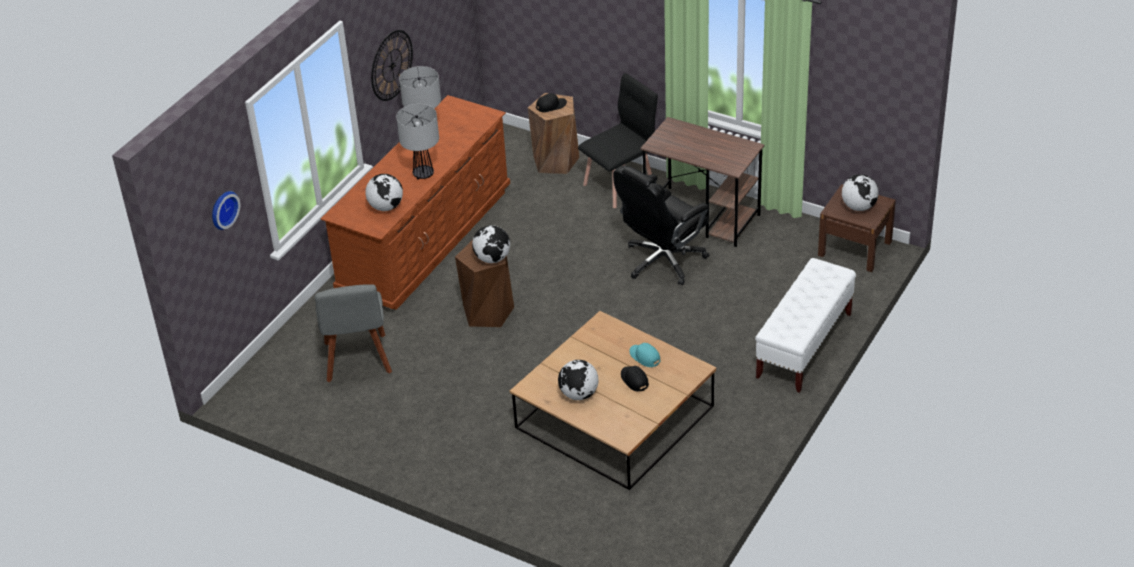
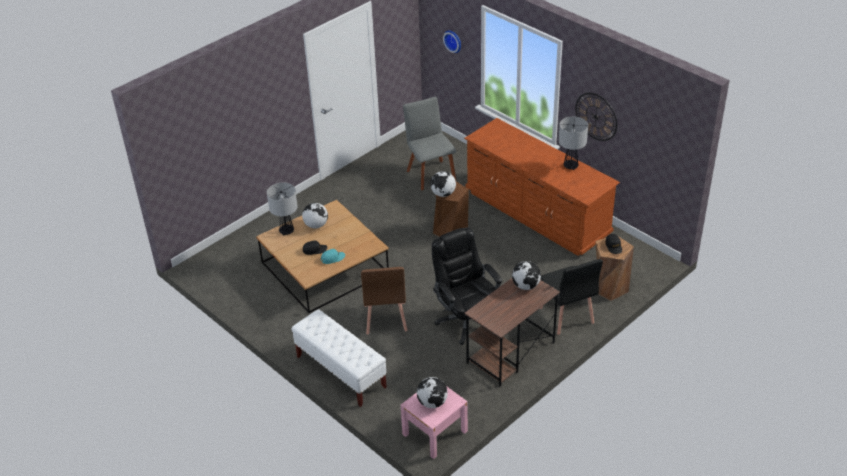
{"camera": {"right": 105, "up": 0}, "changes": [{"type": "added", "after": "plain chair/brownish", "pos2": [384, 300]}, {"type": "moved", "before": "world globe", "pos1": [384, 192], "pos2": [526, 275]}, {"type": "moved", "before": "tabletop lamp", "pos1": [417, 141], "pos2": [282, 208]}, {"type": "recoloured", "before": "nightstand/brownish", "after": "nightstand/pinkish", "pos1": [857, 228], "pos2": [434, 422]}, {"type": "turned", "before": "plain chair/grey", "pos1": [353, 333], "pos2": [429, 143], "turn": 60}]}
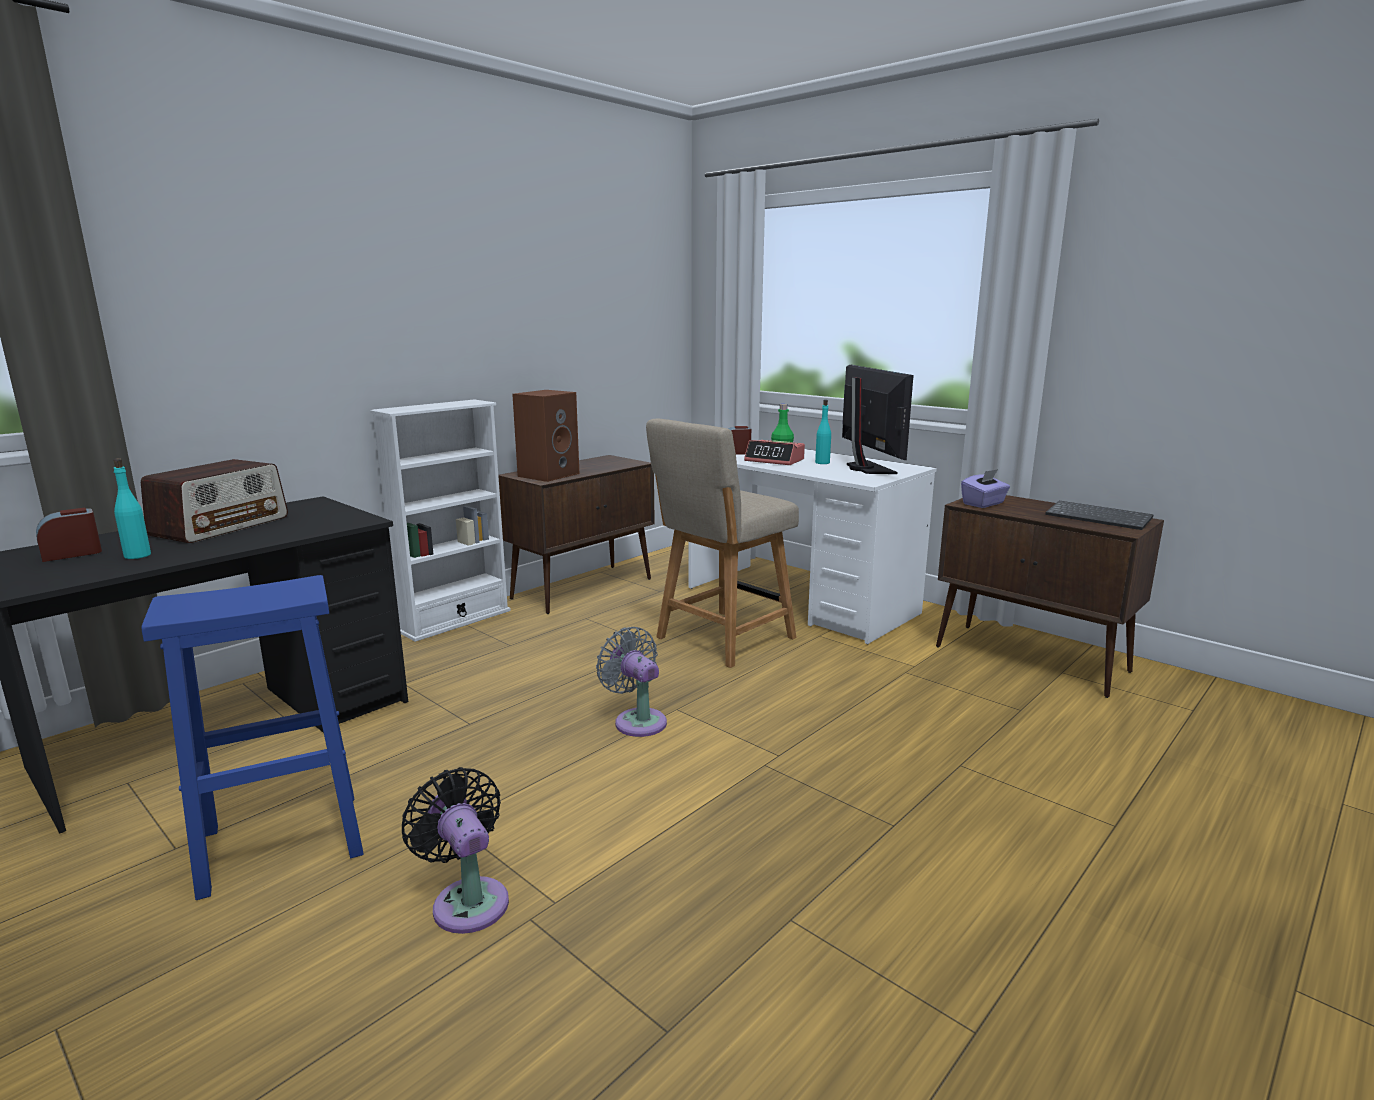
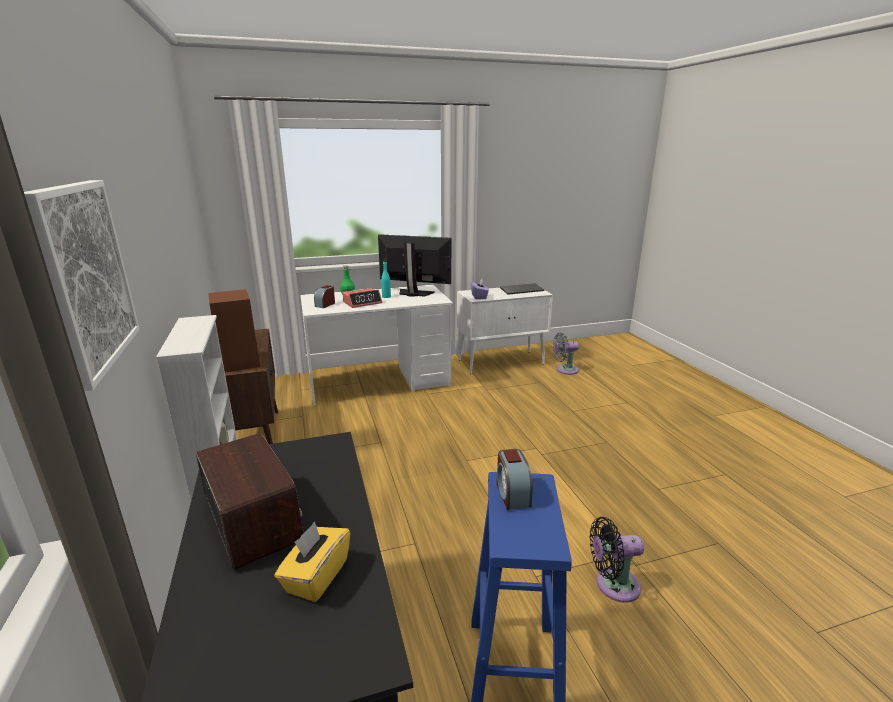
{"camera": {"right": -60, "up": 5}, "changes": [{"type": "removed", "before": "plain chair/beige-coloured", "pos1": [722, 543]}, {"type": "added", "after": "wall picture", "pos2": [82, 285]}, {"type": "moved", "before": "bedside clock", "pos1": [69, 535], "pos2": [515, 479]}, {"type": "moved", "before": "cooling fan/grey", "pos1": [631, 682], "pos2": [566, 353]}, {"type": "replaced", "before": "drink bottle/turquoise-coloured", "after": "tissue holder/yellow-coloured", "pos1": [132, 508], "pos2": [312, 562]}, {"type": "recoloured", "before": "cupboard/brownish", "after": "cupboard/whitish", "pos1": [1050, 596], "pos2": [505, 331]}]}
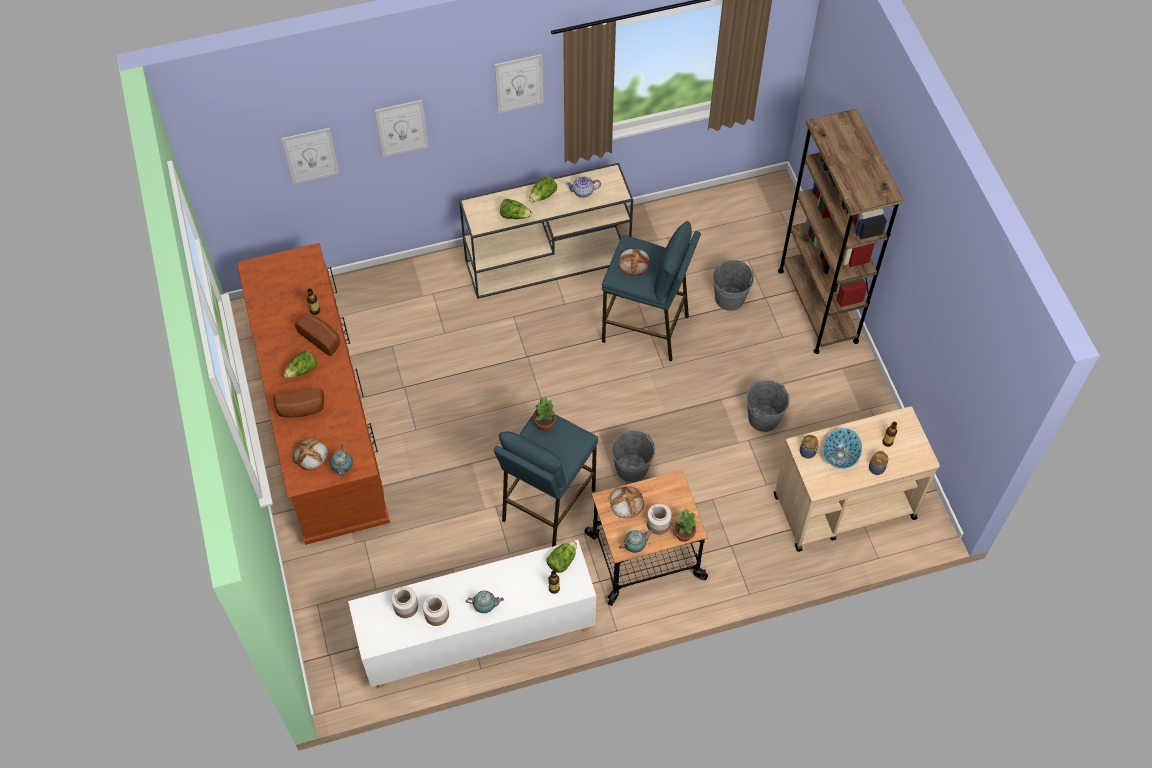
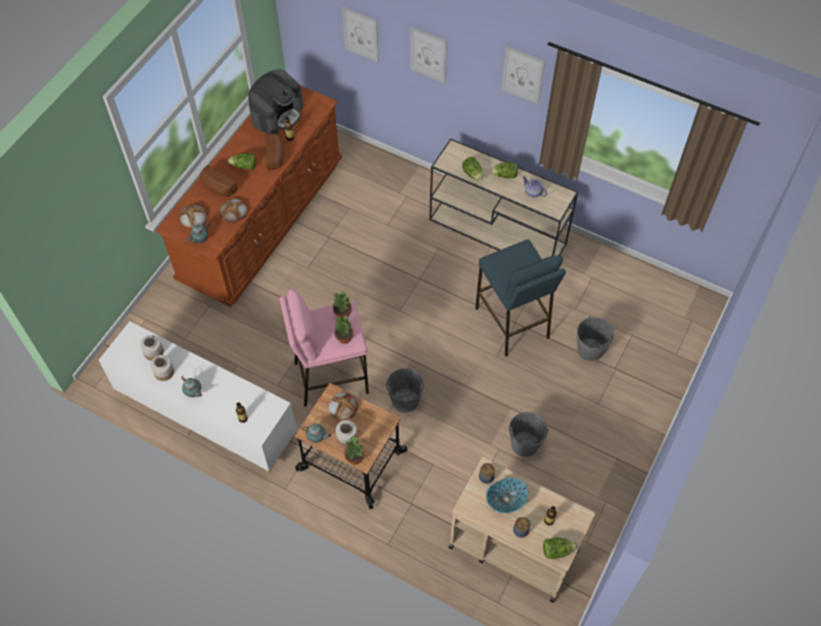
{"camera": {"right": 45, "up": 0}, "changes": [{"type": "removed", "before": "shelving unit/brownish", "pos1": [841, 231]}, {"type": "added", "after": "coffee brewer", "pos2": [275, 101]}, {"type": "added", "after": "houseplant", "pos2": [344, 330]}, {"type": "moved", "before": "lettuce head", "pos1": [561, 557], "pos2": [560, 548]}, {"type": "moved", "before": "bread", "pos1": [634, 262], "pos2": [234, 211]}, {"type": "recoloured", "before": "stool seat/blue", "after": "stool seat/pinkish", "pos1": [546, 478], "pos2": [324, 348]}]}
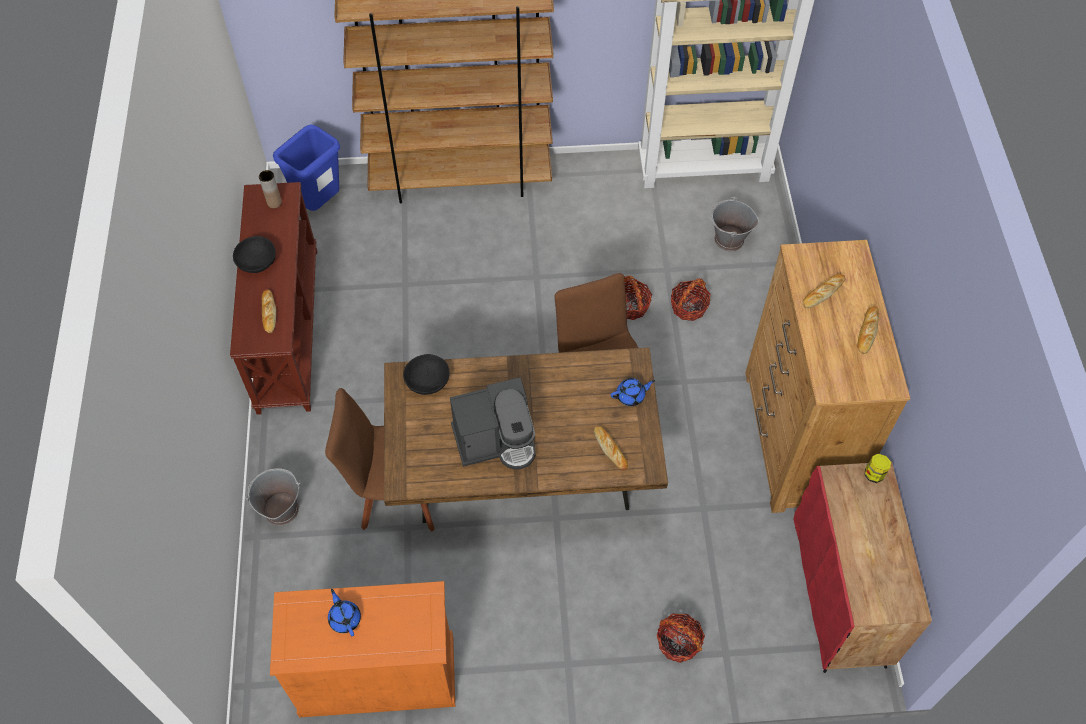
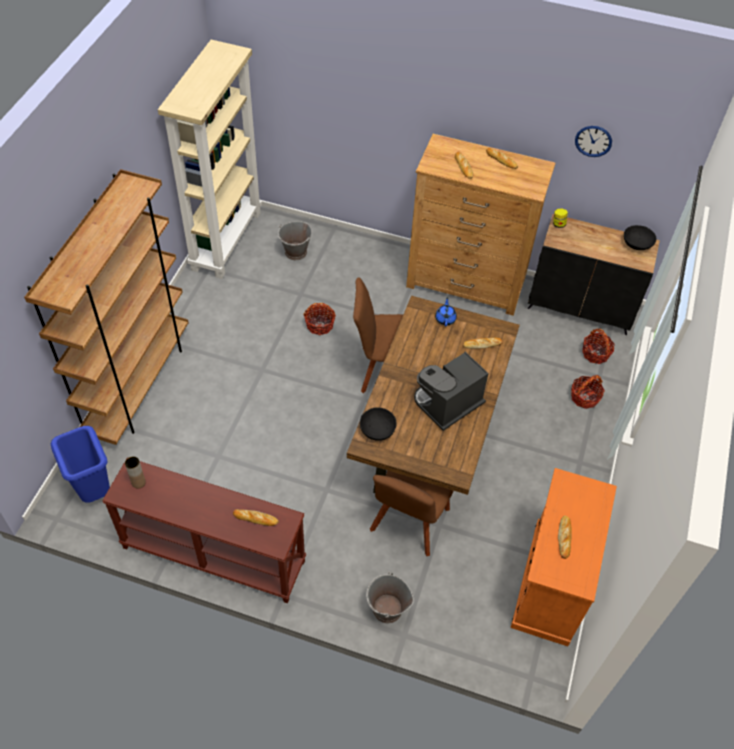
{"camera": {"right": -70, "up": -5}, "changes": [{"type": "added", "after": "hanging clock", "pos2": [593, 141]}, {"type": "moved", "before": "bowl/blackish", "pos1": [254, 254], "pos2": [640, 237]}, {"type": "moved", "before": "storage basket", "pos1": [691, 299], "pos2": [598, 346]}, {"type": "replaced", "before": "pot for tea/blue", "after": "bread", "pos1": [344, 612], "pos2": [565, 537]}, {"type": "recoloured", "before": "cupboard/red", "after": "cupboard/blackish", "pos1": [862, 567], "pos2": [594, 274]}, {"type": "turned", "before": "coffee brewer", "pos1": [493, 423], "pos2": [451, 391], "turn": -135}]}
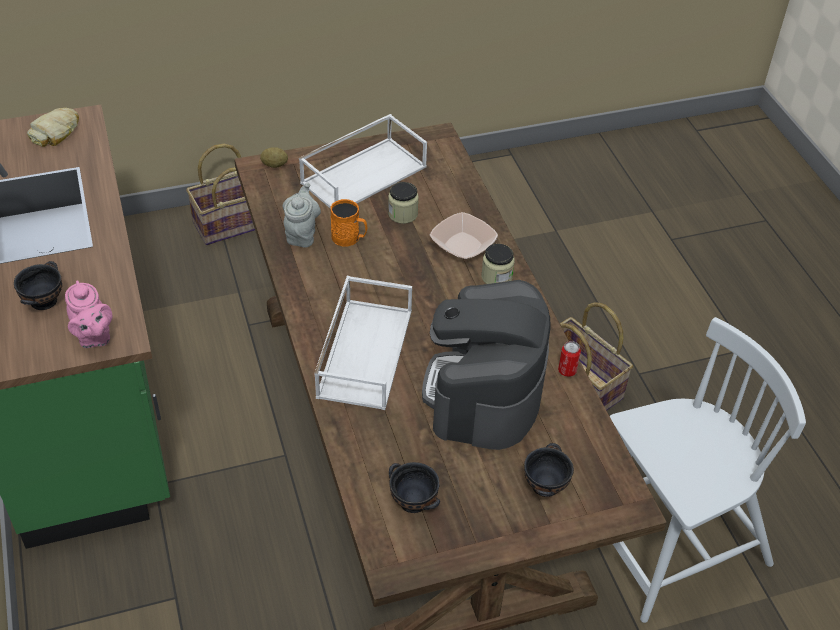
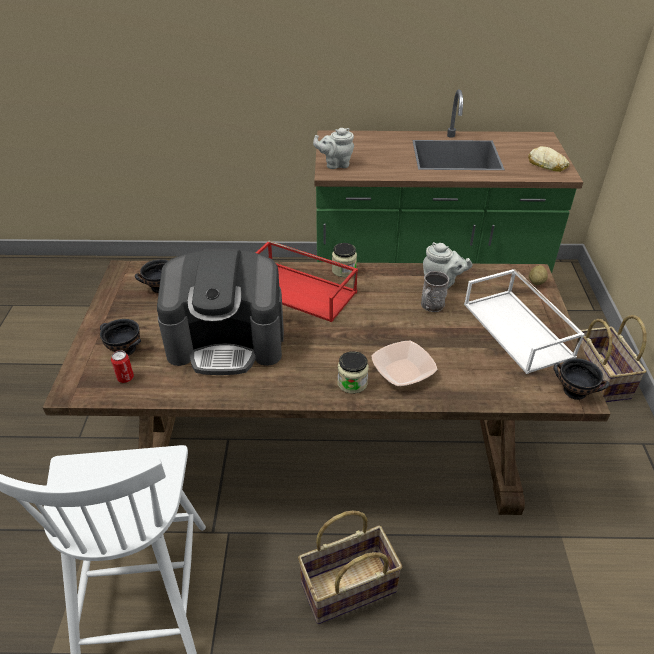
{"camera": {"right": 110, "up": -5}, "changes": [{"type": "moved", "before": "bowl/blackish", "pos1": [38, 285], "pos2": [581, 379]}, {"type": "moved", "before": "preserve jar", "pos1": [403, 203], "pos2": [344, 260]}, {"type": "moved", "before": "can", "pos1": [569, 359], "pos2": [122, 366]}, {"type": "recoloured", "before": "pot for tea/pinkish", "after": "pot for tea/grey", "pos1": [88, 314], "pos2": [333, 148]}, {"type": "recoloured", "before": "serving tray/whitish", "after": "serving tray/red", "pos1": [363, 343], "pos2": [307, 281]}, {"type": "recoloured", "before": "mug/orange-coloured", "after": "mug/grey", "pos1": [348, 223], "pos2": [435, 291]}, {"type": "turned", "before": "coffee brewer", "pos1": [486, 365], "pos2": [220, 312], "turn": 150}]}
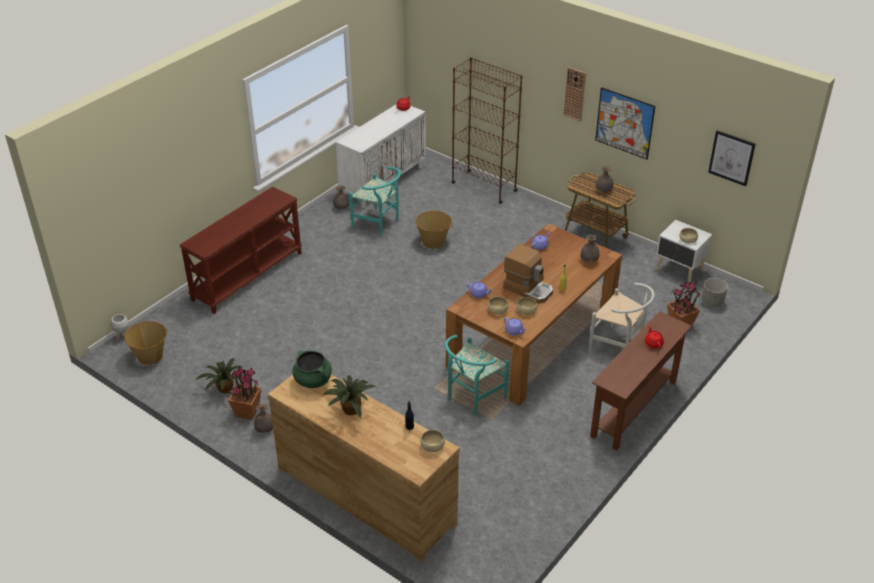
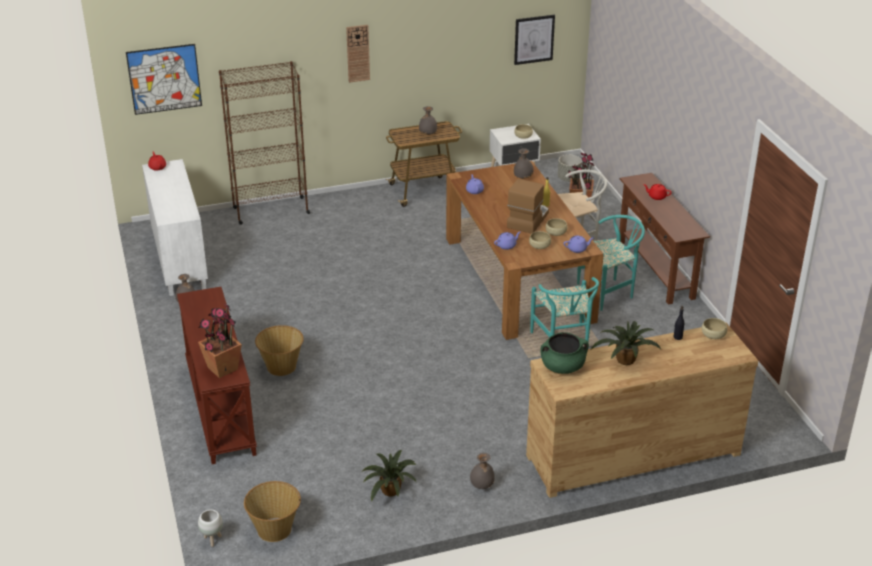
{"camera": {"right": -55, "up": -5}, "changes": [{"type": "moved", "before": "houseplant", "pos1": [244, 393], "pos2": [220, 340]}, {"type": "moved", "before": "plain chair/turquoise-coloured", "pos1": [375, 201], "pos2": [611, 263]}, {"type": "moved", "before": "storage basket", "pos1": [434, 230], "pos2": [279, 350]}, {"type": "moved", "before": "wall picture", "pos1": [625, 123], "pos2": [164, 79]}, {"type": "turned", "before": "coffee brewer", "pos1": [528, 273], "pos2": [528, 206], "turn": -45}]}
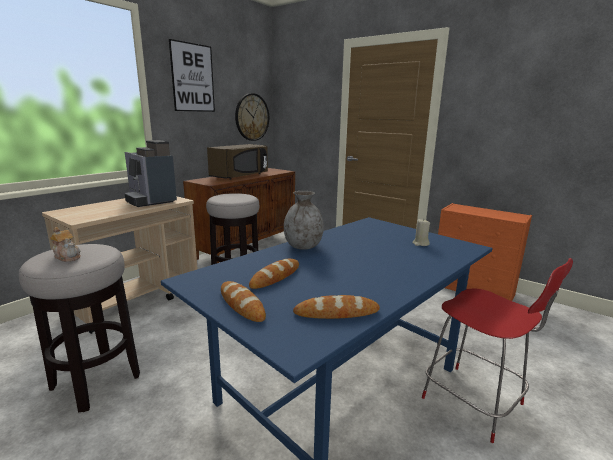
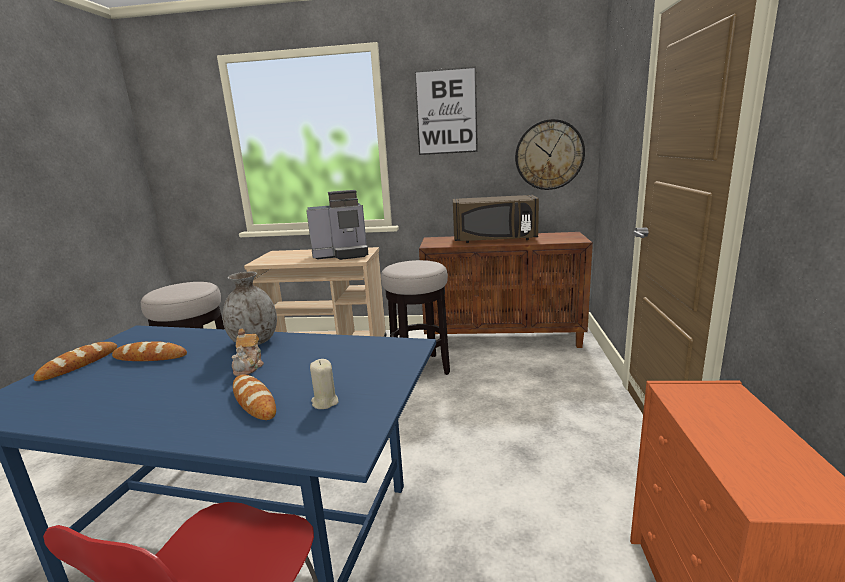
{"camera": {"right": 60, "up": 0}, "changes": [{"type": "moved", "before": "pot for tea", "pos1": [65, 244], "pos2": [248, 352]}, {"type": "moved", "before": "bread", "pos1": [336, 307], "pos2": [254, 397]}, {"type": "turned", "before": "coffee brewer", "pos1": [151, 173], "pos2": [337, 225], "turn": -120}]}
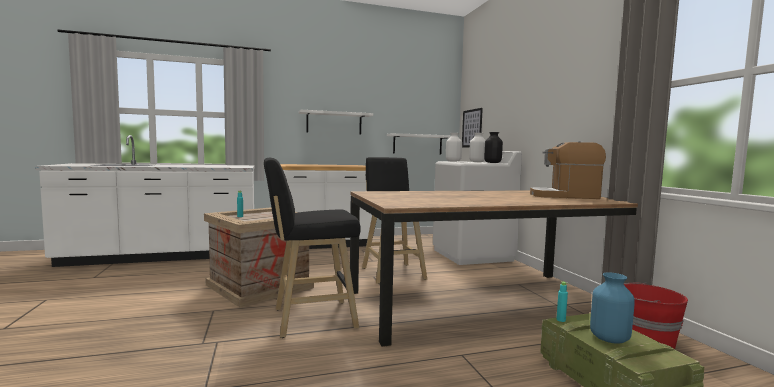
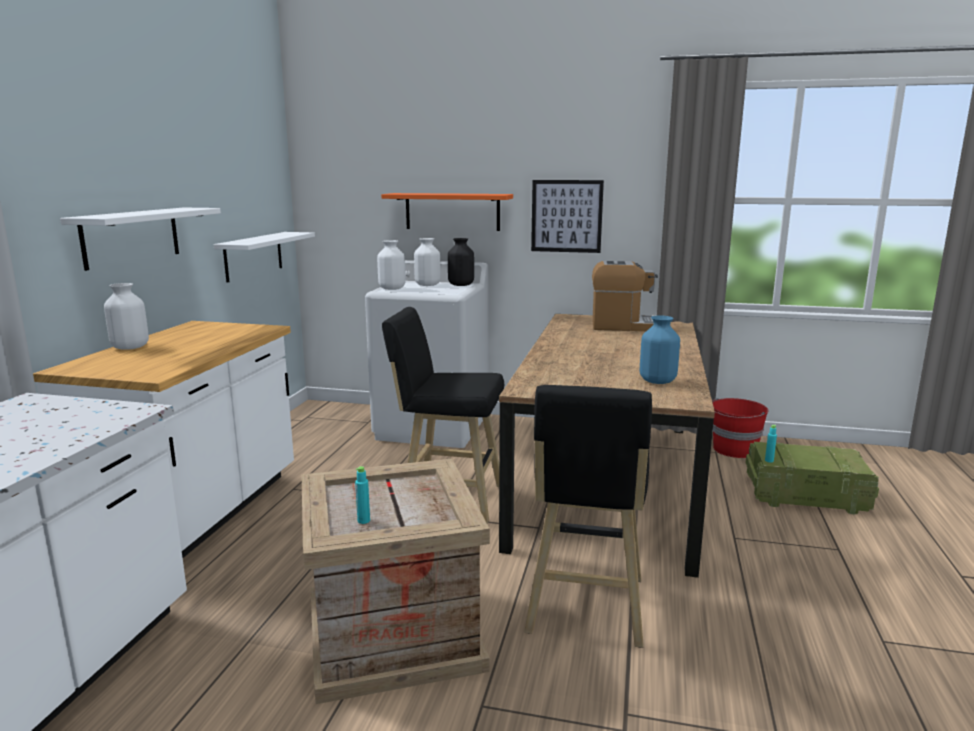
{"camera": {"right": -60, "up": 10}, "changes": [{"type": "added", "after": "decorative vase/whitish", "pos2": [126, 316]}, {"type": "added", "after": "shelf/orange-coloured", "pos2": [447, 212]}, {"type": "moved", "before": "wall picture", "pos1": [472, 127], "pos2": [567, 216]}, {"type": "moved", "before": "decorative vase/blue", "pos1": [612, 307], "pos2": [660, 350]}, {"type": "turned", "before": "coffee brewer", "pos1": [568, 170], "pos2": [625, 296], "turn": -120}]}
